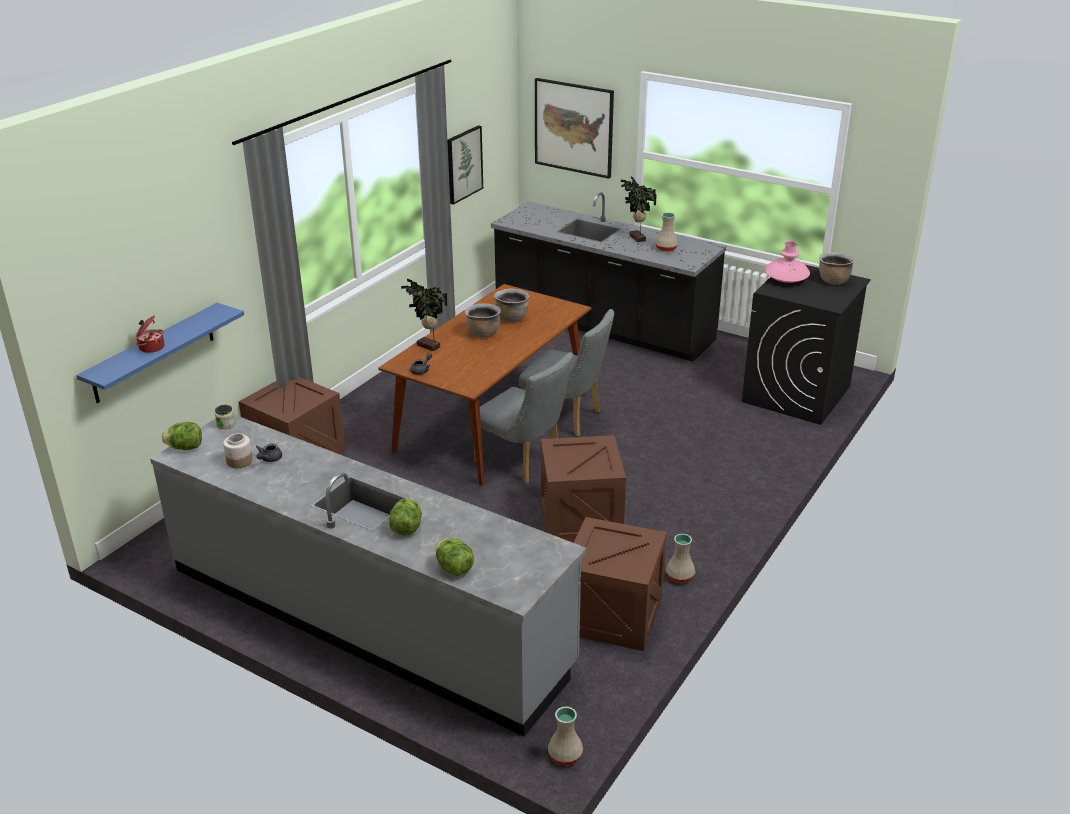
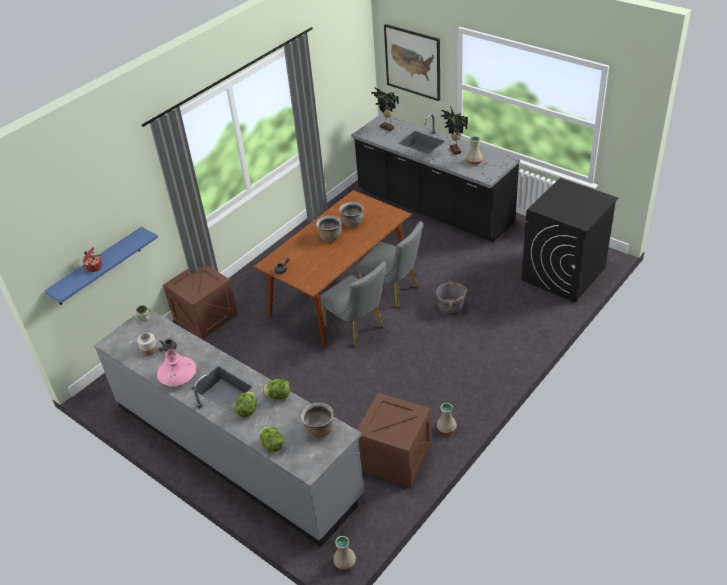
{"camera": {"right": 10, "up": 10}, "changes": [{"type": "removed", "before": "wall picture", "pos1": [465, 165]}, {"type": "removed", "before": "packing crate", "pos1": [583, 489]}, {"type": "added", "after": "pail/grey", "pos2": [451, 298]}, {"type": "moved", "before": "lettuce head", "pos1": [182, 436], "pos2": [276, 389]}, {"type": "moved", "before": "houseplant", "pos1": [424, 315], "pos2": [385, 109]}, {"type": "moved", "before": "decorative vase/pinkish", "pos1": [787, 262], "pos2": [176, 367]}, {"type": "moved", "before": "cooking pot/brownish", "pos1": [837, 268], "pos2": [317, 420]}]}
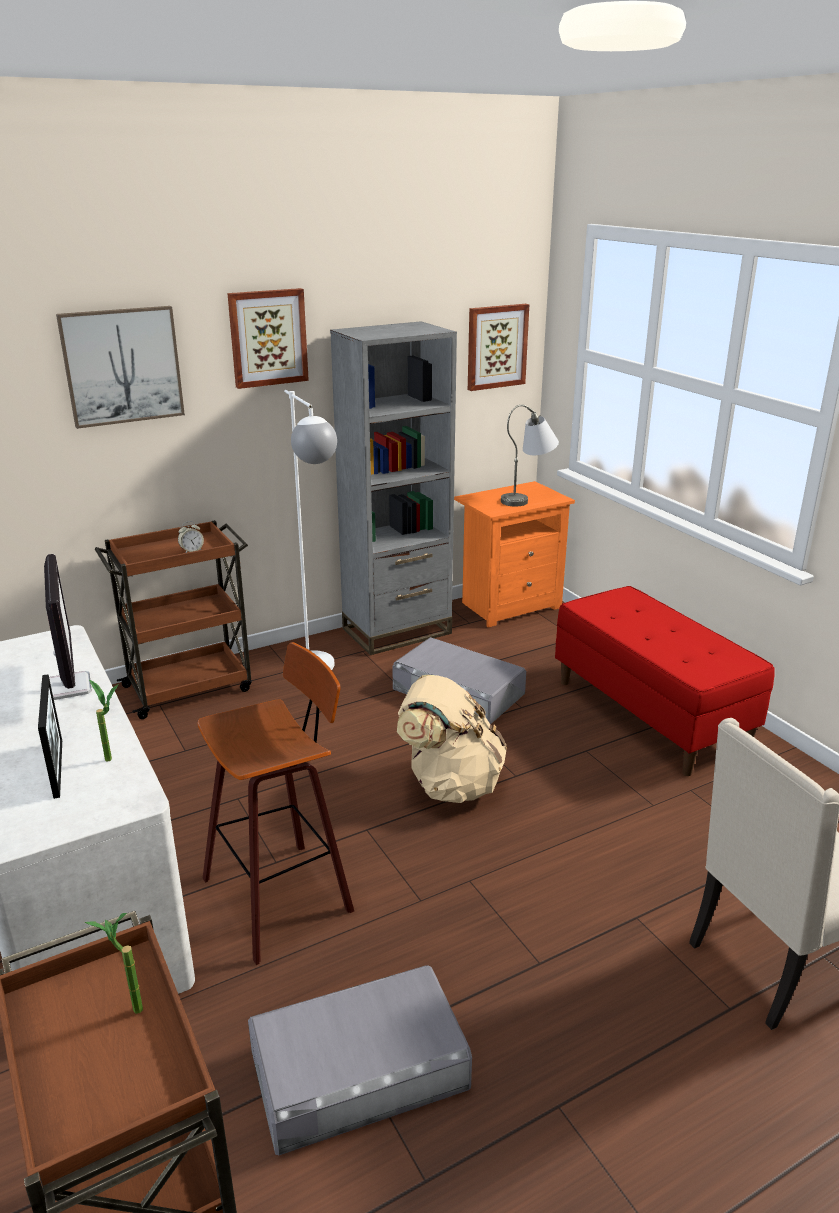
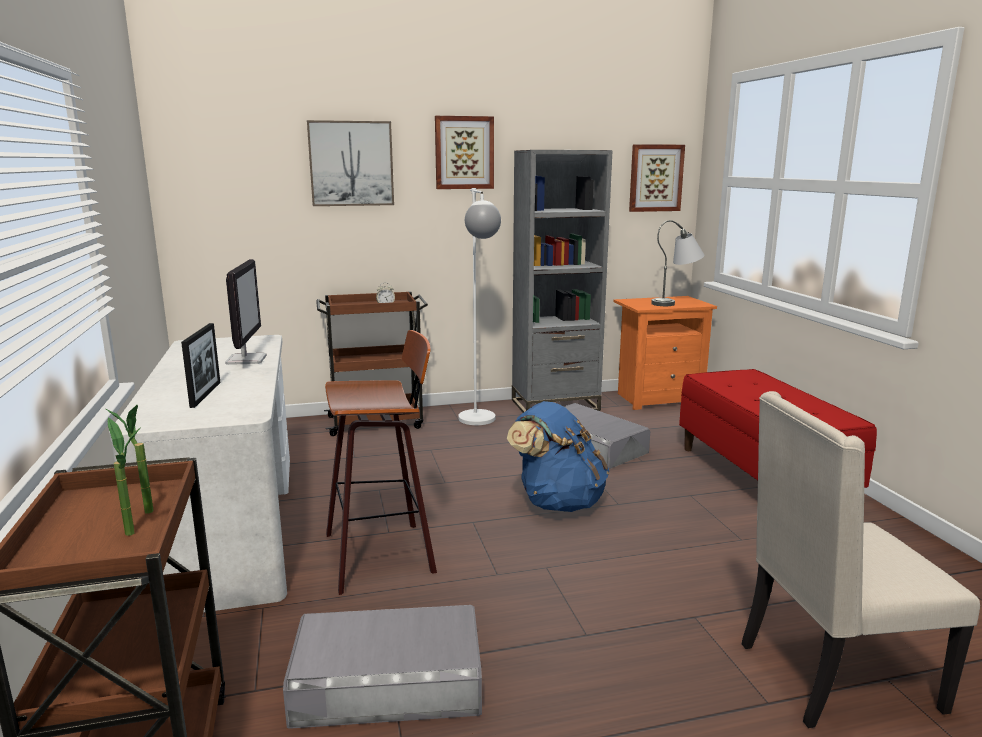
{"camera": {"right": 15, "up": -10}, "changes": [{"type": "moved", "before": "houseplant", "pos1": [103, 721], "pos2": [124, 476]}, {"type": "recoloured", "before": "rucksack/beige-coloured", "after": "rucksack/blue", "pos1": [452, 739], "pos2": [558, 456]}]}
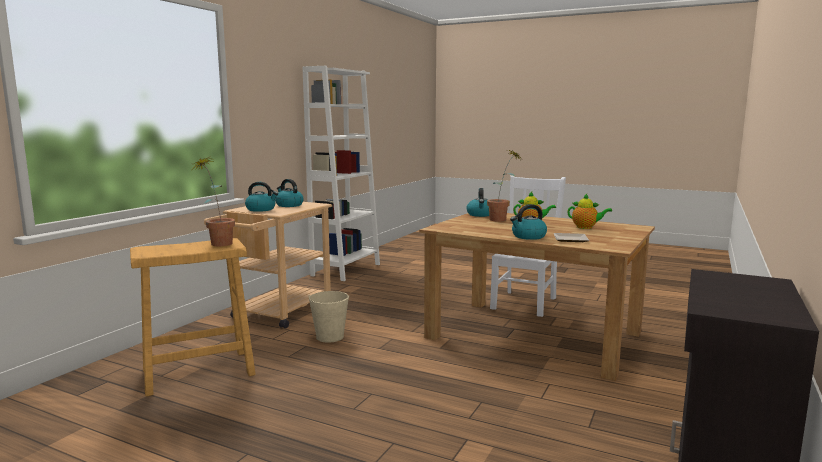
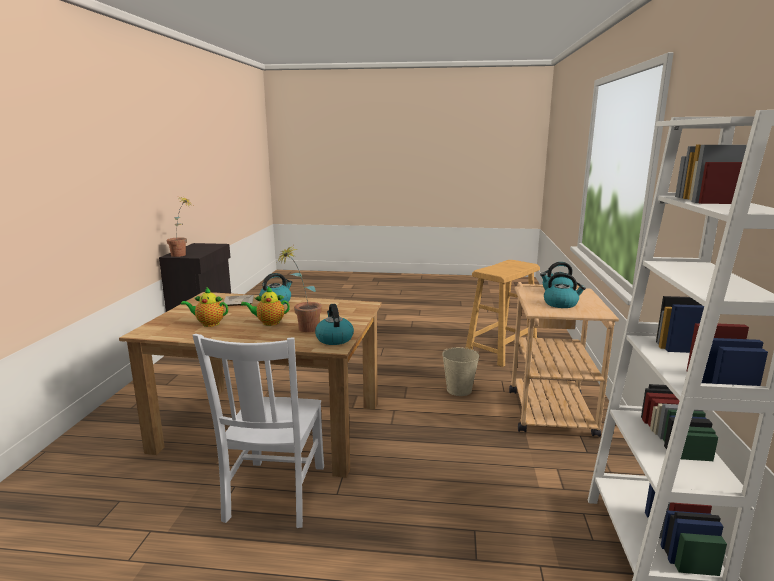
{"camera": {"right": 160, "up": 5}, "changes": [{"type": "moved", "before": "houseplant", "pos1": [214, 201], "pos2": [179, 227]}]}
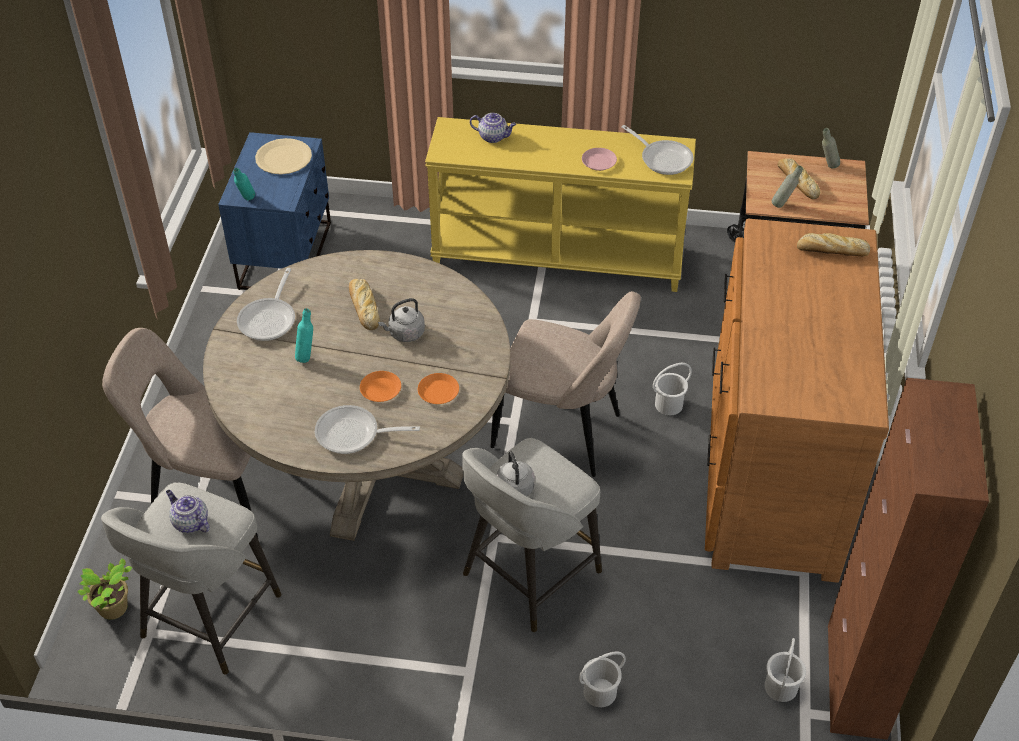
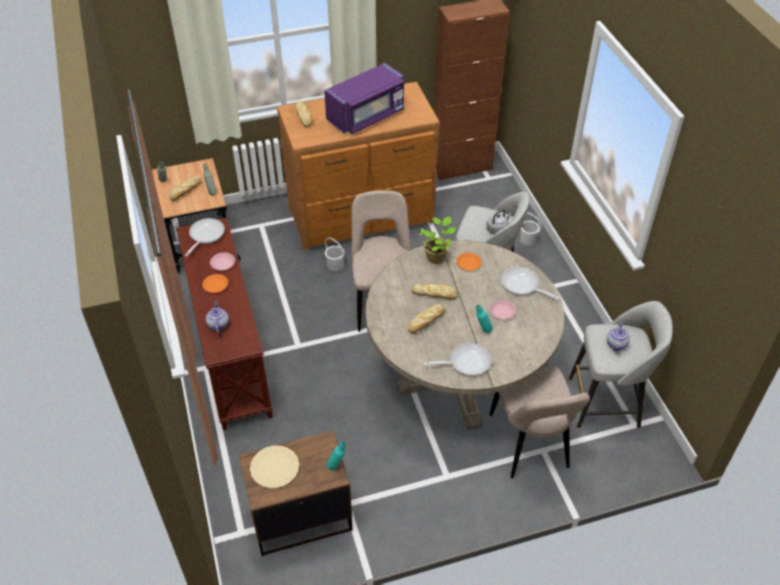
{"camera": {"right": -115, "up": 0}, "changes": [{"type": "removed", "before": "pail/whitish", "pos1": [785, 670]}, {"type": "added", "after": "microwave/purple-coloured", "pos2": [364, 98]}, {"type": "added", "after": "dinner plate/pinkish", "pos2": [502, 310]}, {"type": "moved", "before": "houseplant", "pos1": [104, 589], "pos2": [437, 240]}, {"type": "moved", "before": "dinner plate/orange-coloured", "pos1": [380, 386], "pos2": [215, 283]}, {"type": "replaced", "before": "water kettle/grey", "after": "bread", "pos1": [401, 320], "pos2": [435, 291]}, {"type": "recoloured", "before": "nightstand/blue", "after": "nightstand/brownish", "pos1": [274, 211], "pos2": [295, 493]}, {"type": "recoloured", "before": "console table/yellow-coloured", "after": "console table/brownish", "pos1": [560, 204], "pos2": [225, 323]}, {"type": "turned", "before": "skillet", "pos1": [367, 429], "pos2": [530, 283], "turn": 150}]}
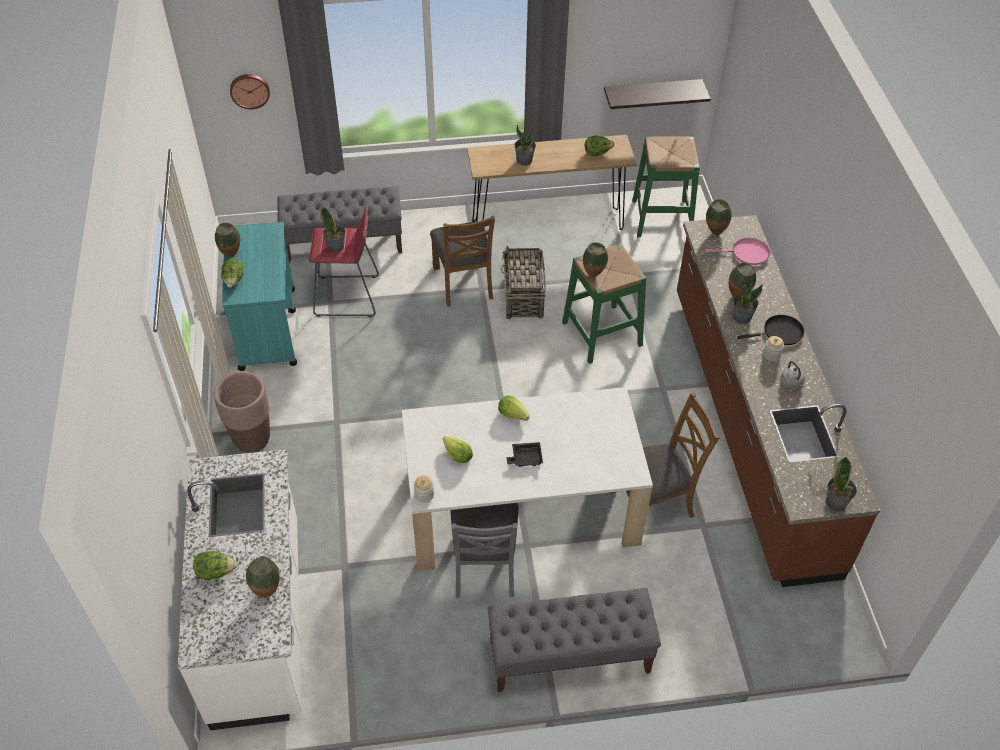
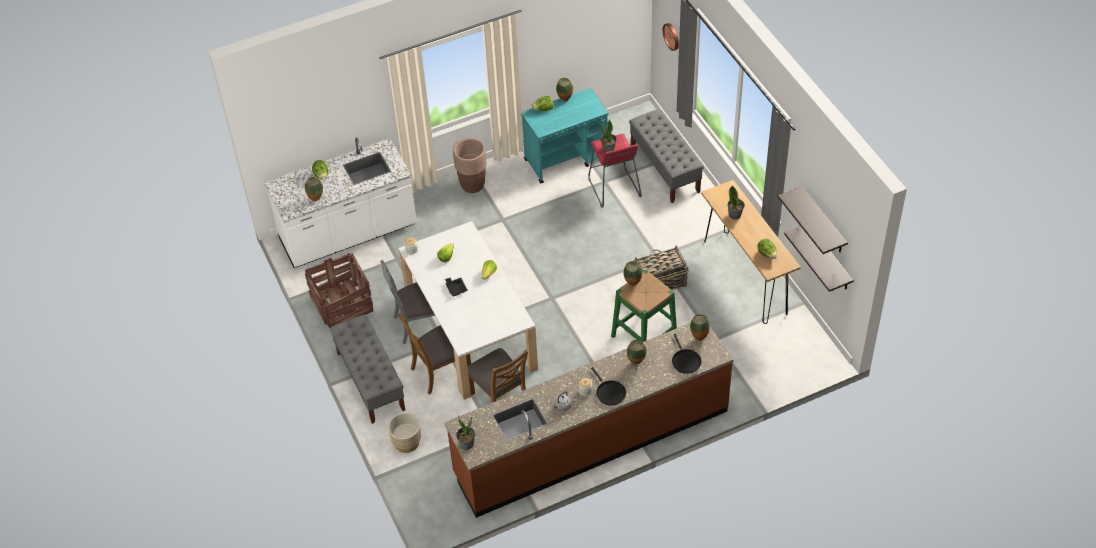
{"camera": {"right": 75, "up": 0}, "changes": [{"type": "removed", "before": "stool seat/green-coloured", "pos1": [666, 186]}, {"type": "removed", "before": "houseplant", "pos1": [748, 304]}, {"type": "added", "after": "packing crate", "pos2": [339, 290]}, {"type": "added", "after": "plant pot/beige-coloured", "pos2": [404, 433]}, {"type": "added", "after": "shelf", "pos2": [813, 220]}, {"type": "moved", "before": "plain chair/brownish", "pos1": [462, 261], "pos2": [434, 353]}, {"type": "recoloured", "before": "skillet/pinkish", "after": "skillet/blackish", "pos1": [737, 251], "pos2": [686, 354]}]}
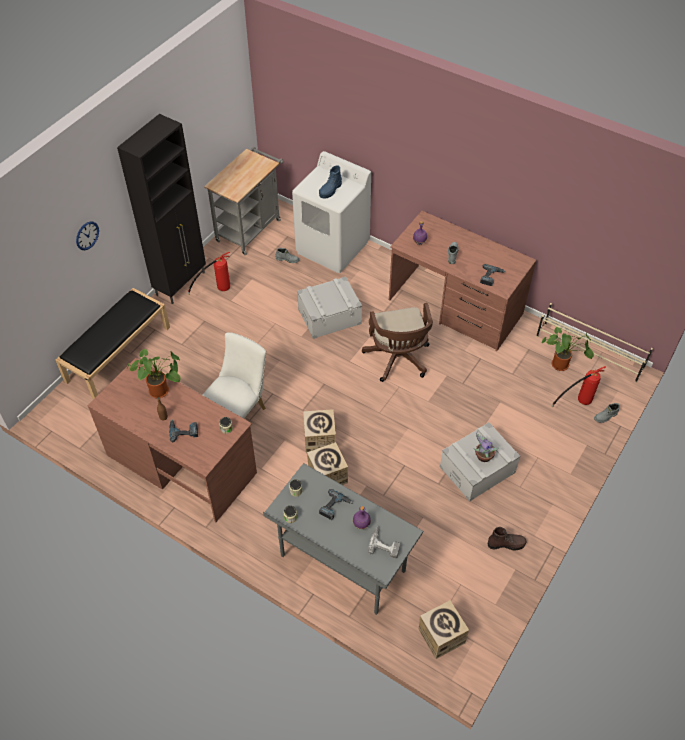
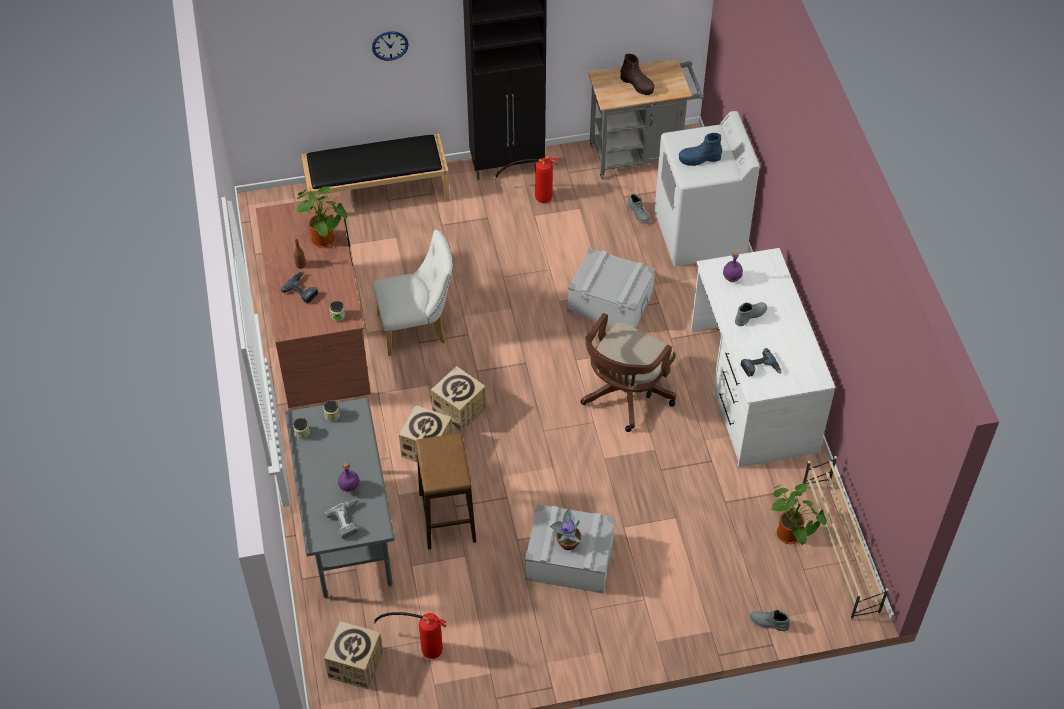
{"camera": {"right": 45, "up": 0}, "changes": [{"type": "removed", "before": "power drill", "pos1": [336, 504]}, {"type": "added", "after": "stool seat", "pos2": [446, 491]}, {"type": "moved", "before": "tall boot/brownish", "pos1": [507, 539], "pos2": [637, 74]}, {"type": "moved", "before": "extinguisher", "pos1": [578, 386], "pos2": [409, 635]}, {"type": "recoloured", "before": "desk unit/brownish", "after": "desk unit/whitish", "pos1": [462, 281], "pos2": [763, 358]}]}
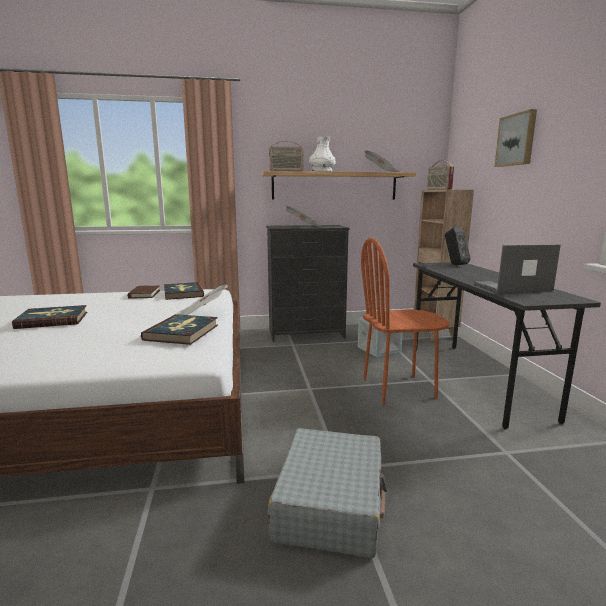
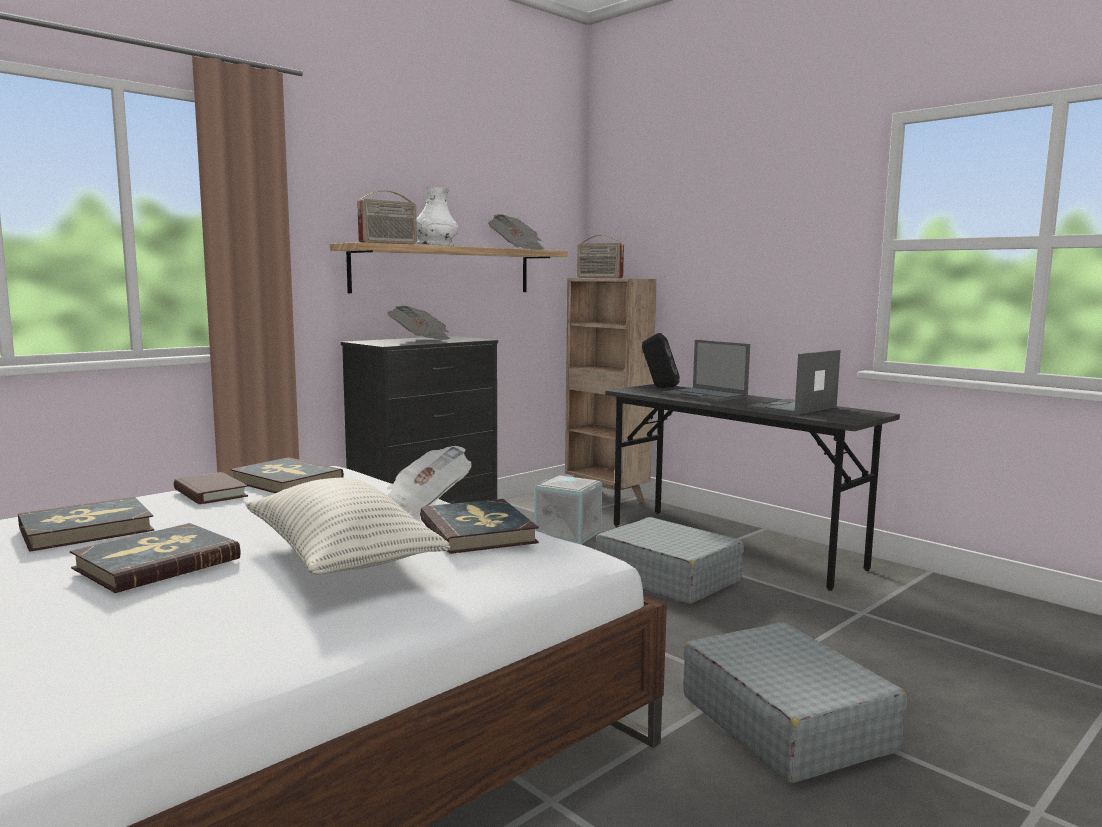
{"camera": {"right": -35, "up": -5}, "changes": [{"type": "removed", "before": "wall picture", "pos1": [515, 138]}, {"type": "added", "after": "book", "pos2": [86, 524]}, {"type": "added", "after": "pillow", "pos2": [348, 526]}, {"type": "added", "after": "notebook computer", "pos2": [706, 371]}, {"type": "replaced", "before": "plain chair/brownish", "after": "travel case/grey", "pos1": [405, 321], "pos2": [670, 560]}]}
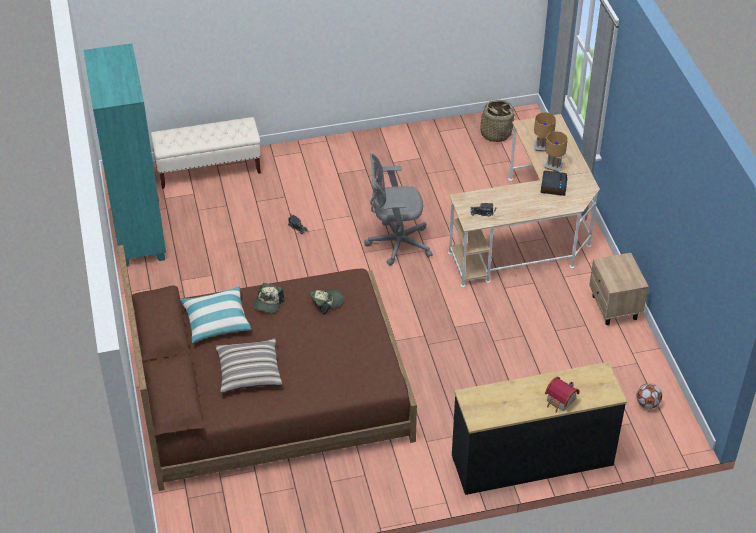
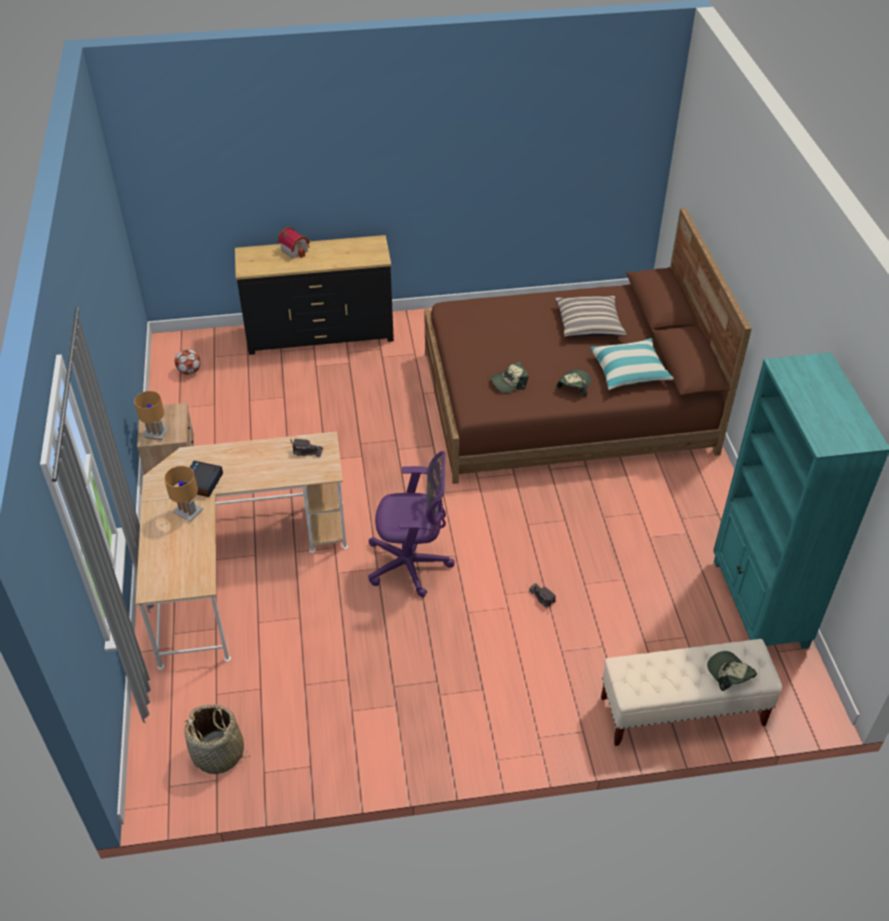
{"camera": {"right": -175, "up": 0}, "changes": [{"type": "added", "after": "cap", "pos2": [732, 671]}, {"type": "moved", "before": "tabletop lamp/brownish", "pos1": [545, 132], "pos2": [151, 415]}, {"type": "recoloured", "before": "computer chair/grey", "after": "computer chair/purple-coloured", "pos1": [398, 210], "pos2": [411, 524]}]}
